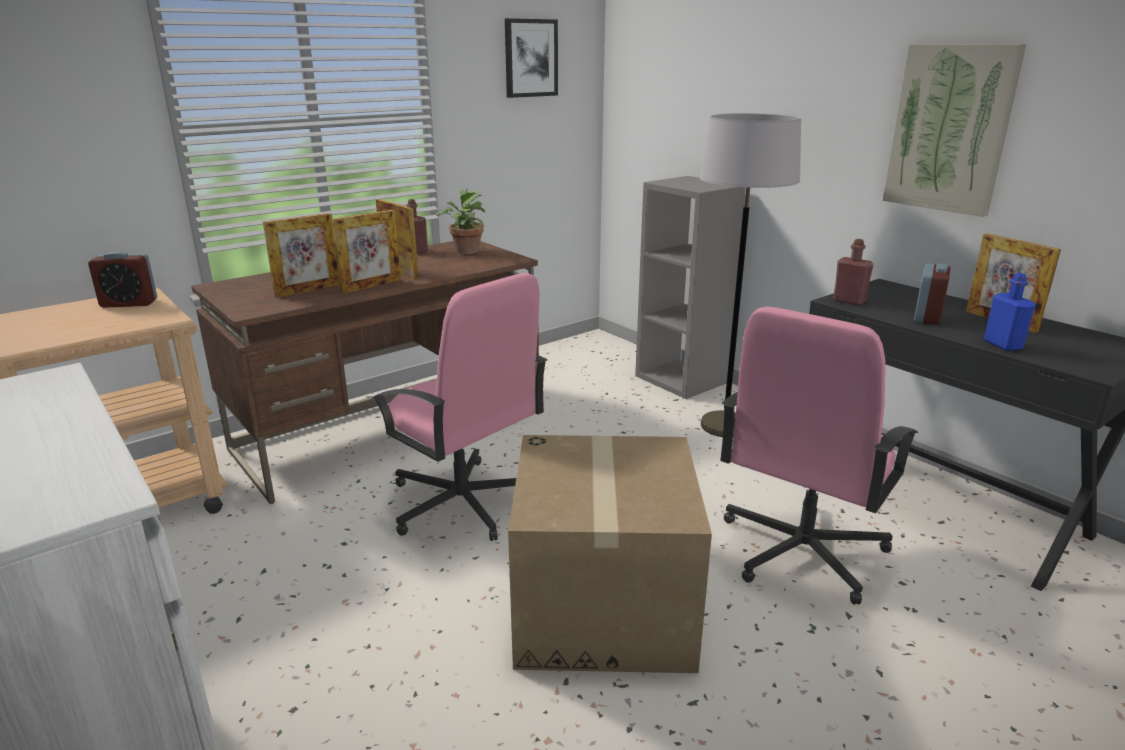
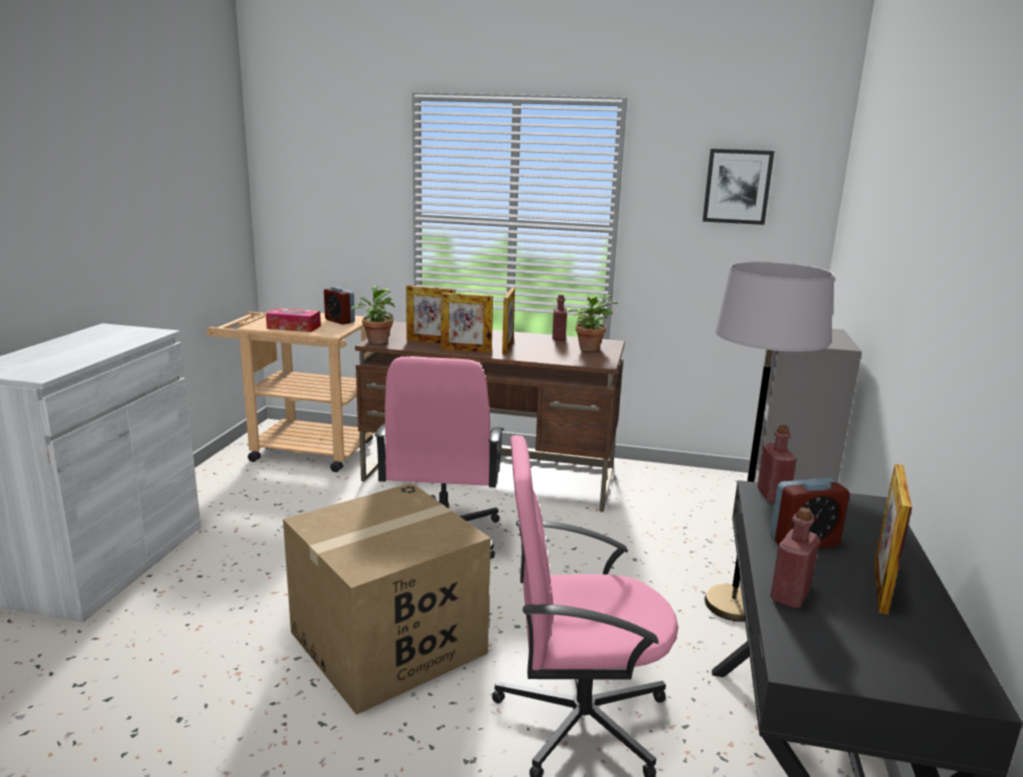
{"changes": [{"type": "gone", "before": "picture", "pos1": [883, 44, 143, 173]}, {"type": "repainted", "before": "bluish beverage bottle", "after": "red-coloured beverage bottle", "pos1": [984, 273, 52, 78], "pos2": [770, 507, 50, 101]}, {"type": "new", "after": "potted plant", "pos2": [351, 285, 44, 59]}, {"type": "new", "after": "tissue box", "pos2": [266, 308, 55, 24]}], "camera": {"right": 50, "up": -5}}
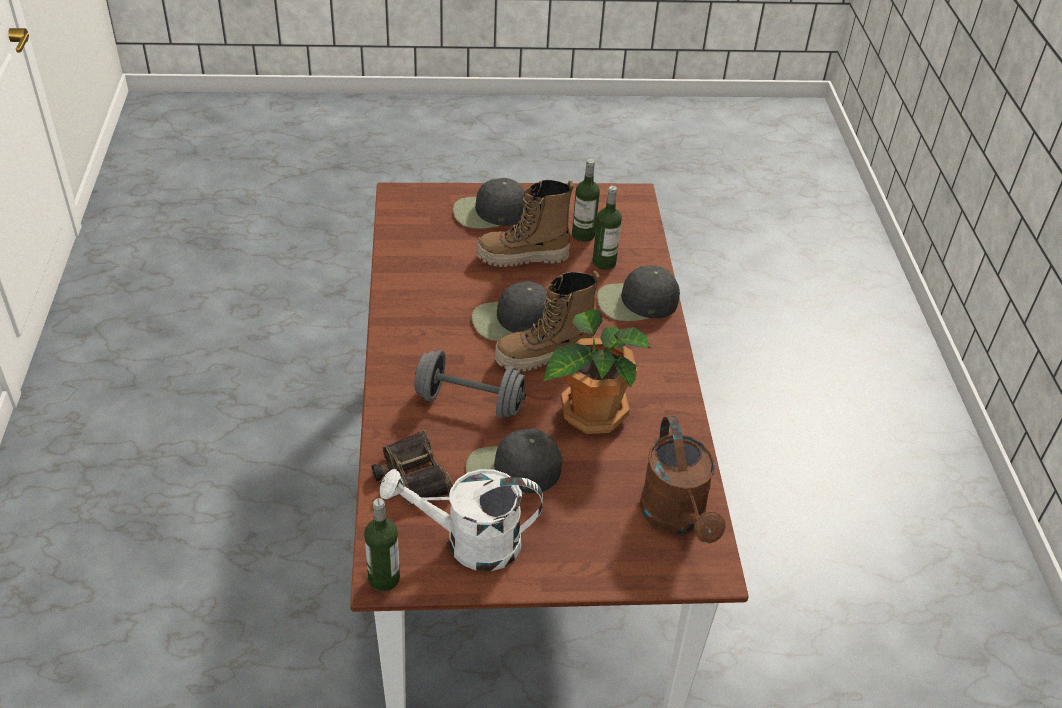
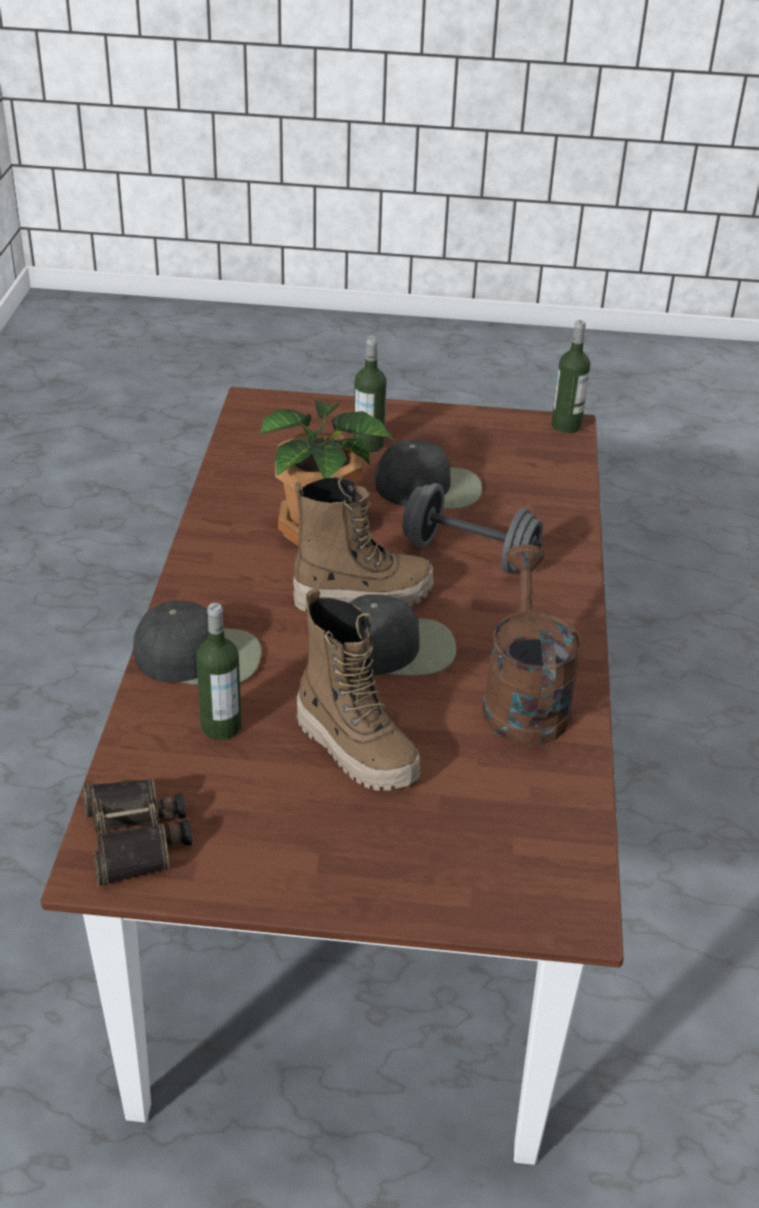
{"changes": [{"type": "shifted", "before": "beverage bottle", "pos1": [572, 159, 28, 83], "pos2": [353, 336, 34, 116]}, {"type": "gone", "before": "black-coloured cap", "pos1": [453, 178, 72, 51]}, {"type": "rotated", "before": "high-top boot", "pos1": [476, 180, 98, 87], "pos2": [296, 588, 124, 203], "turn": 45}, {"type": "shifted", "before": "brownish watering can", "pos1": [640, 416, 86, 127], "pos2": [483, 544, 99, 202]}, {"type": "shifted", "before": "pair of binoculars", "pos1": [371, 430, 82, 75], "pos2": [82, 778, 110, 108]}, {"type": "gone", "before": "white watering can", "pos1": [380, 469, 163, 102]}], "camera": {"right": -170, "up": -5}}
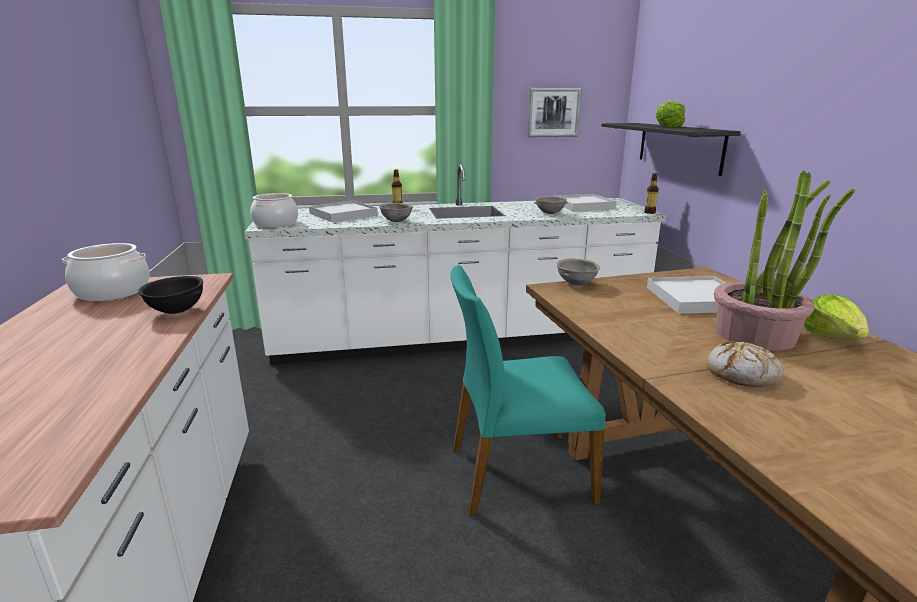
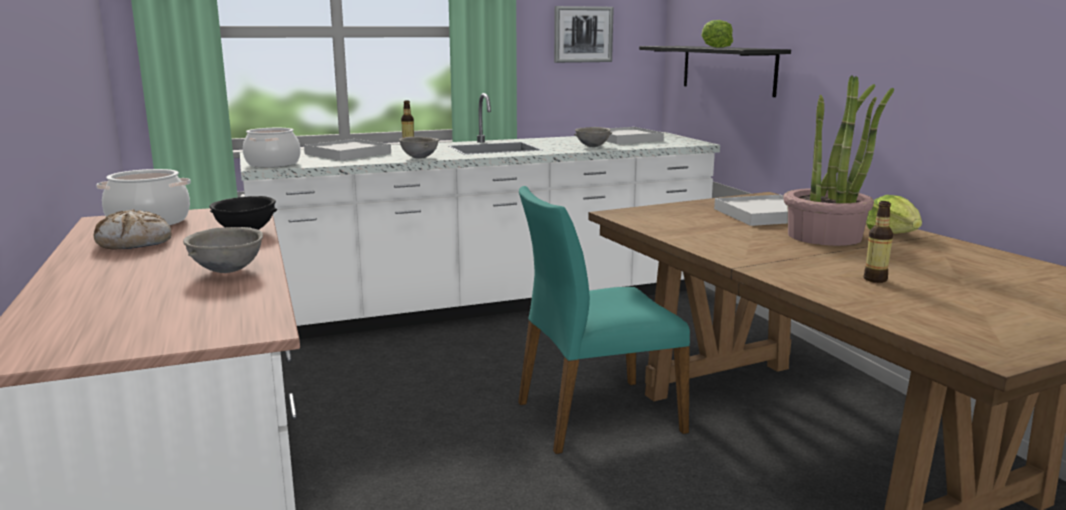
{"changes": [{"type": "shifted", "before": "beverage bottle", "pos1": [644, 173, 15, 41], "pos2": [864, 201, 29, 82]}, {"type": "shifted", "before": "greyish bowl", "pos1": [557, 258, 43, 27], "pos2": [183, 227, 80, 46]}, {"type": "shifted", "before": "baked bread", "pos1": [707, 341, 77, 46], "pos2": [94, 209, 78, 41]}], "camera": {"right": -10, "up": -5}}
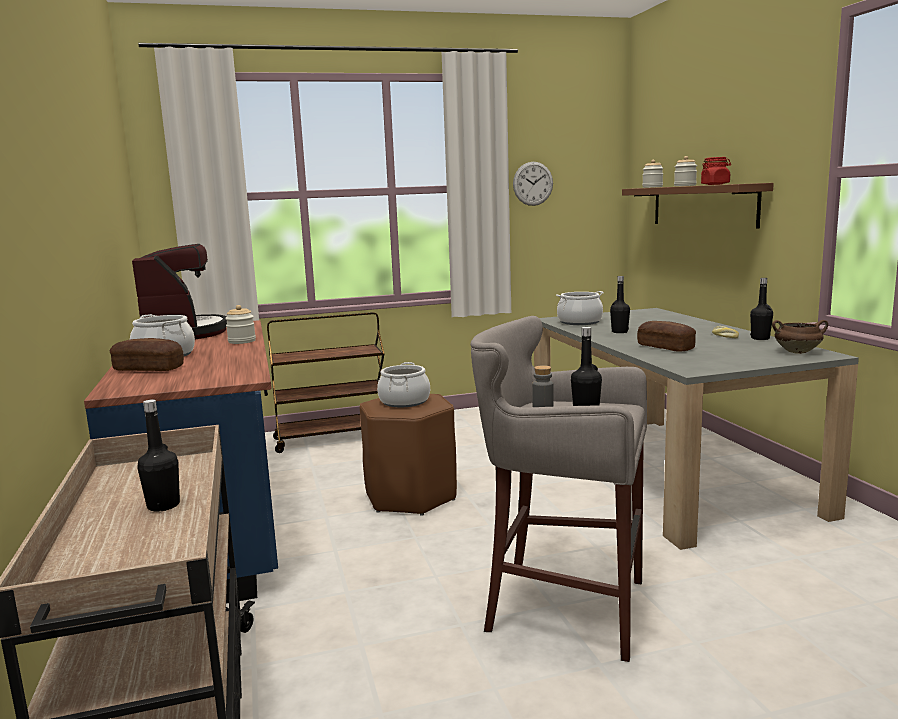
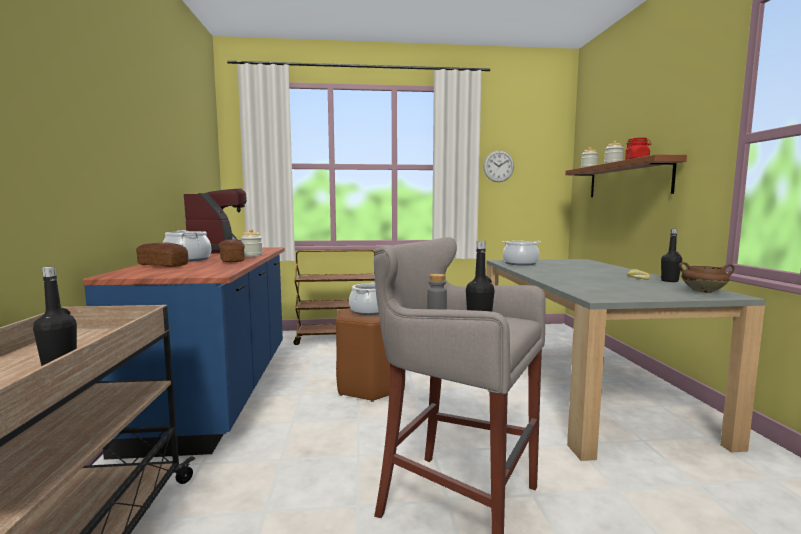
{"changes": [{"type": "gone", "before": "black-coloured beverage bottle", "pos1": [610, 276, 20, 57]}, {"type": "shifted", "before": "baked bread", "pos1": [637, 321, 59, 31], "pos2": [218, 239, 27, 23]}], "camera": {"right": 10, "up": -5}}
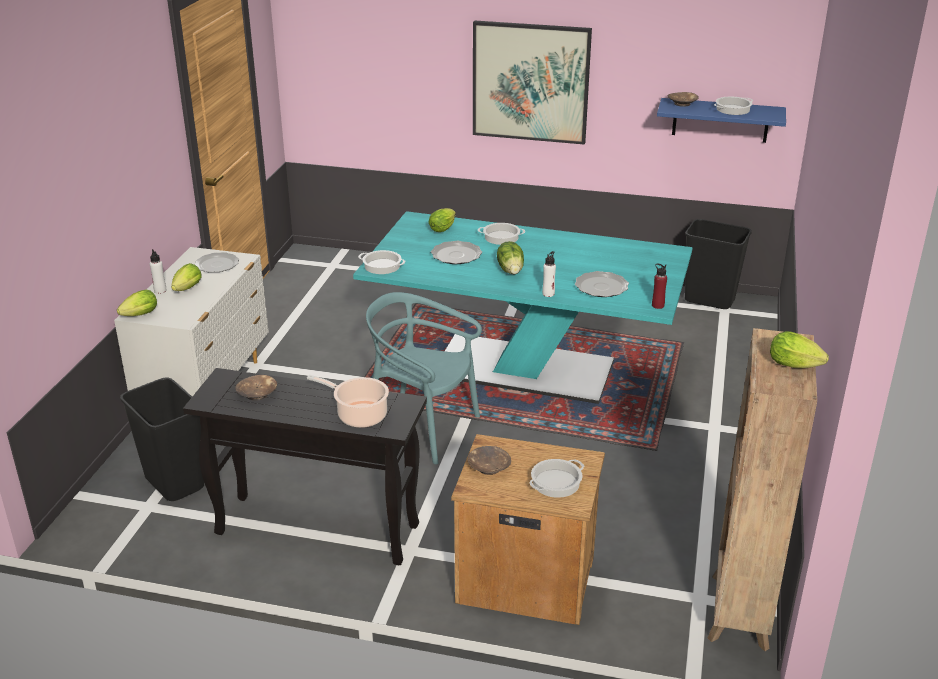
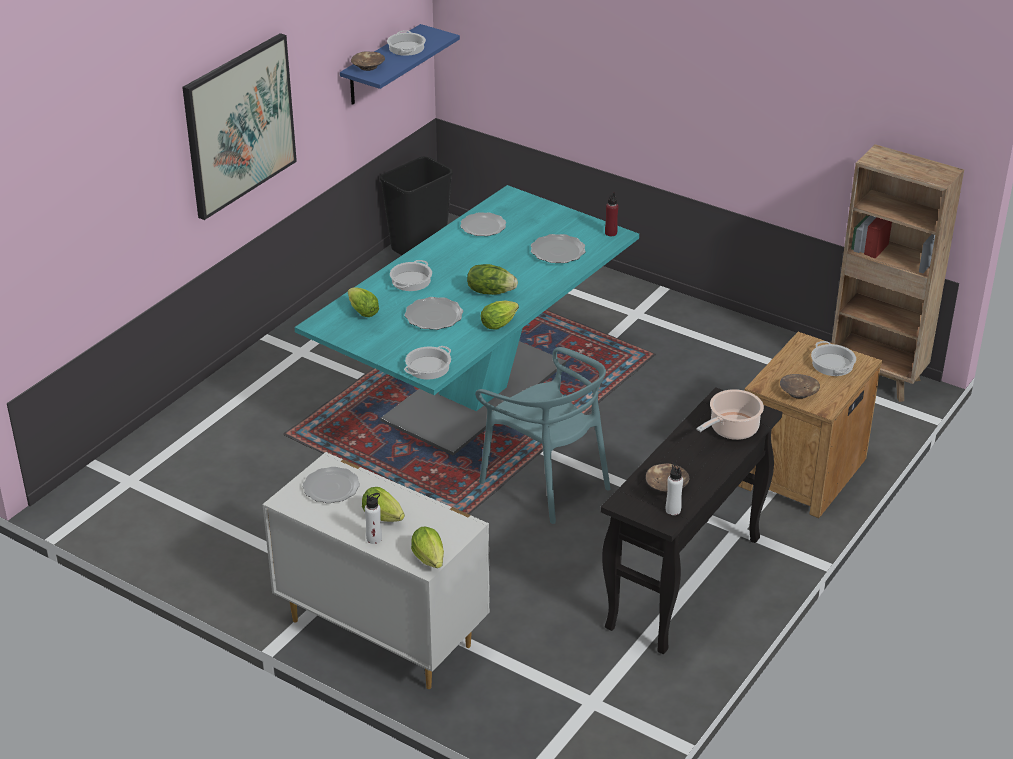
{"changes": [{"type": "shifted", "before": "white beverage bottle", "pos1": [542, 251, 14, 46], "pos2": [666, 462, 17, 53]}, {"type": "rotated", "before": "blue-green plain chair", "pos1": [366, 292, 116, 172], "pos2": [475, 347, 136, 177], "turn": -90}, {"type": "shifted", "before": "lettuce head", "pos1": [770, 331, 59, 37], "pos2": [481, 300, 38, 30]}, {"type": "gone", "before": "black-coloured trash can", "pos1": [120, 378, 84, 123]}, {"type": "new", "after": "dinner plate", "pos2": [460, 212, 46, 24]}], "camera": {"right": -70, "up": 5}}
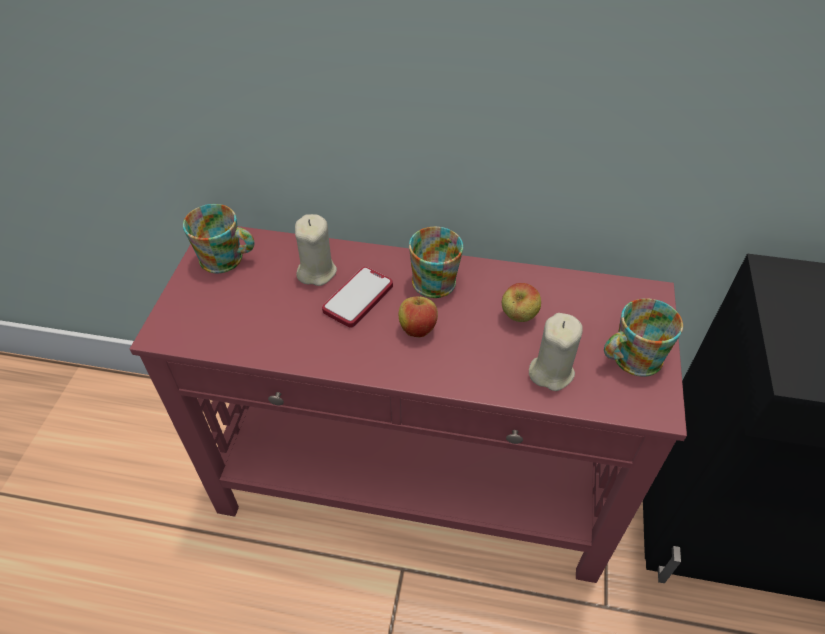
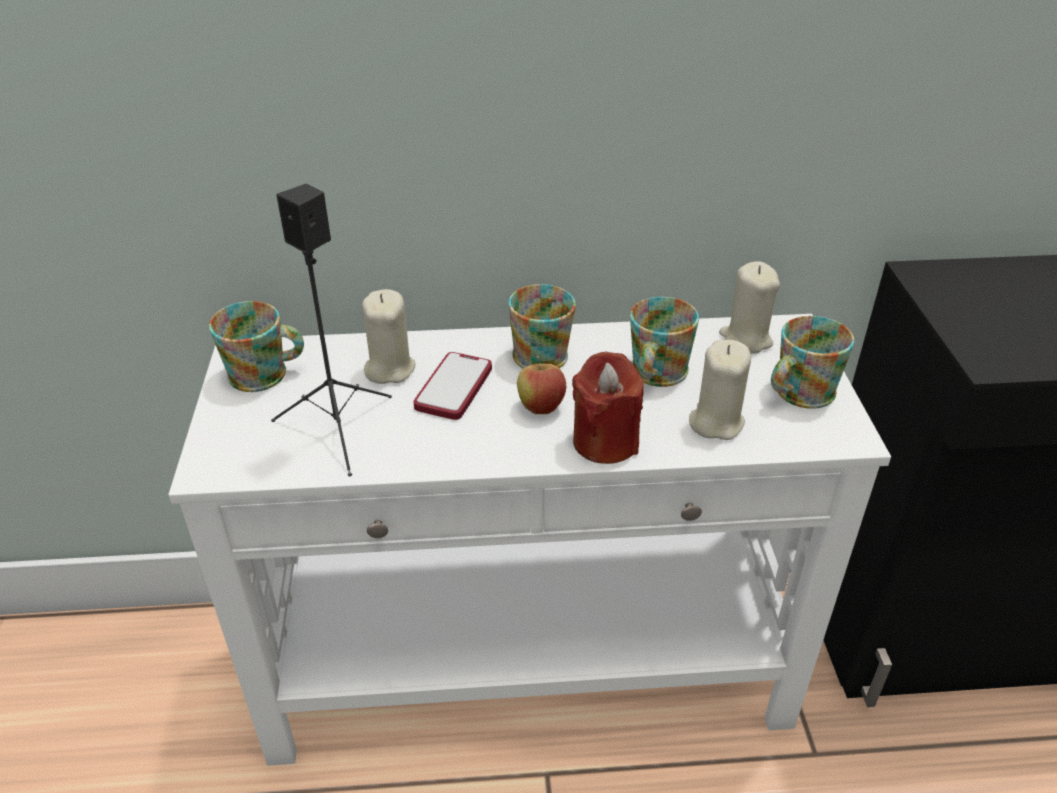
{"changes": [{"type": "repainted", "before": "red-coloured console table", "after": "white console table", "pos1": [130, 226, 557, 357], "pos2": [168, 314, 723, 452]}, {"type": "swapped", "before": "whole apple", "after": "mug", "pos1": [502, 283, 39, 39], "pos2": [630, 297, 69, 90]}, {"type": "new", "after": "black-coloured speaker", "pos2": [271, 184, 121, 293]}, {"type": "new", "after": "beige-coloured wax light", "pos2": [719, 261, 61, 93]}, {"type": "new", "after": "red-coloured wax light", "pos2": [572, 352, 72, 112]}], "camera": {"right": -15, "up": -10}}
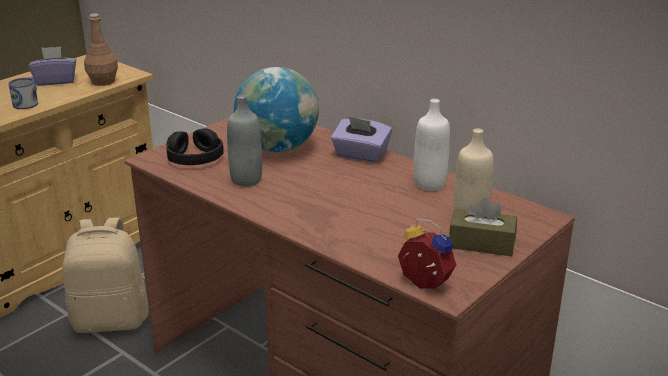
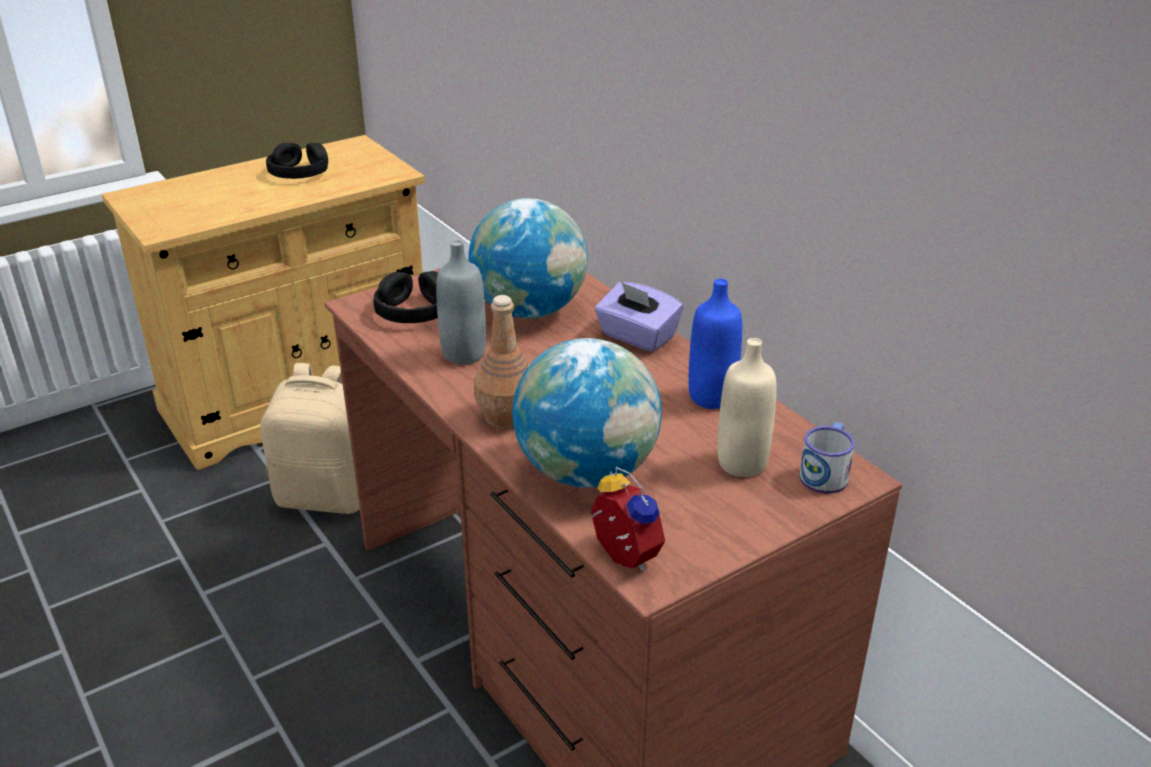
{"changes": [{"type": "shifted", "before": "brownish beverage bottle", "pos1": [84, 13, 34, 73], "pos2": [474, 295, 56, 134]}, {"type": "swapped", "before": "purple tissue box", "after": "black-coloured pair of headphones", "pos1": [28, 46, 48, 40], "pos2": [266, 143, 62, 36]}, {"type": "shifted", "before": "mug", "pos1": [8, 77, 30, 32], "pos2": [799, 422, 56, 71]}, {"type": "repainted", "before": "white beverage bottle", "after": "bluish beverage bottle", "pos1": [414, 99, 36, 92], "pos2": [689, 278, 53, 131]}, {"type": "gone", "before": "brownish tissue box", "pos1": [449, 198, 68, 58]}, {"type": "new", "after": "world globe", "pos2": [512, 338, 150, 150]}], "camera": {"right": 15, "up": 5}}
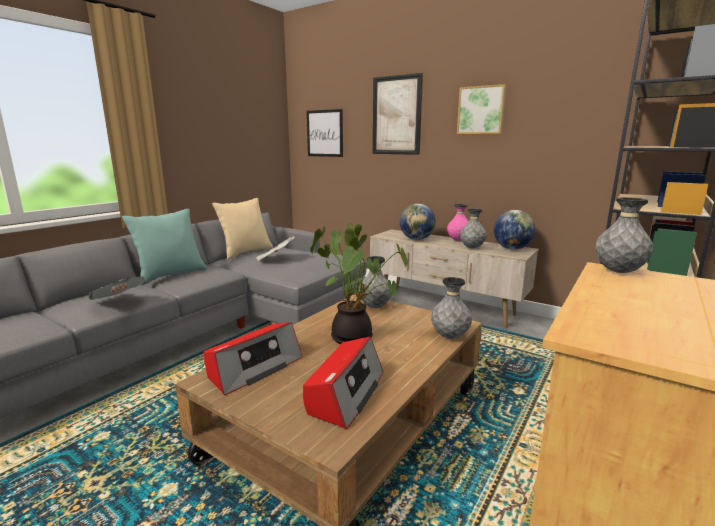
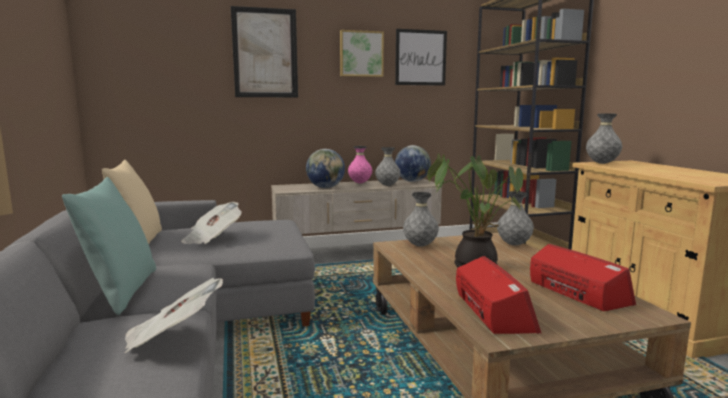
{"changes": [{"type": "shifted", "before": "picture", "pos1": [307, 109, 36, 48], "pos2": [395, 29, 52, 57]}], "camera": {"right": -50, "up": -5}}
